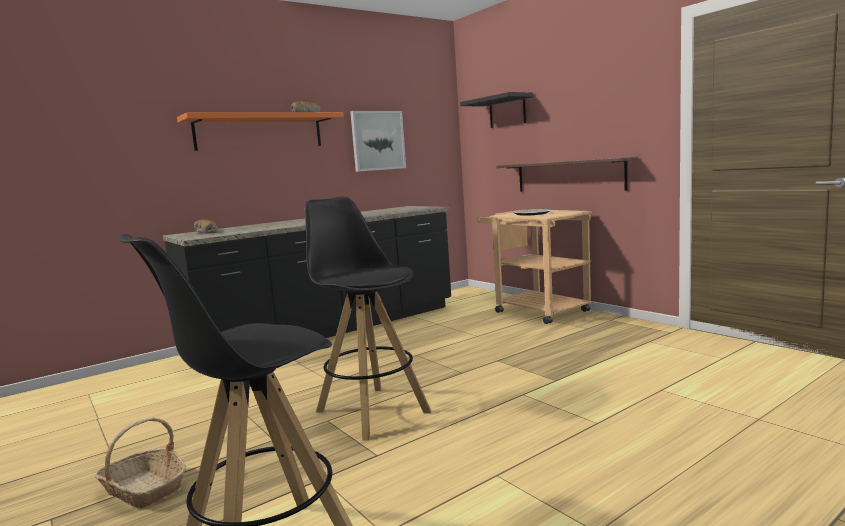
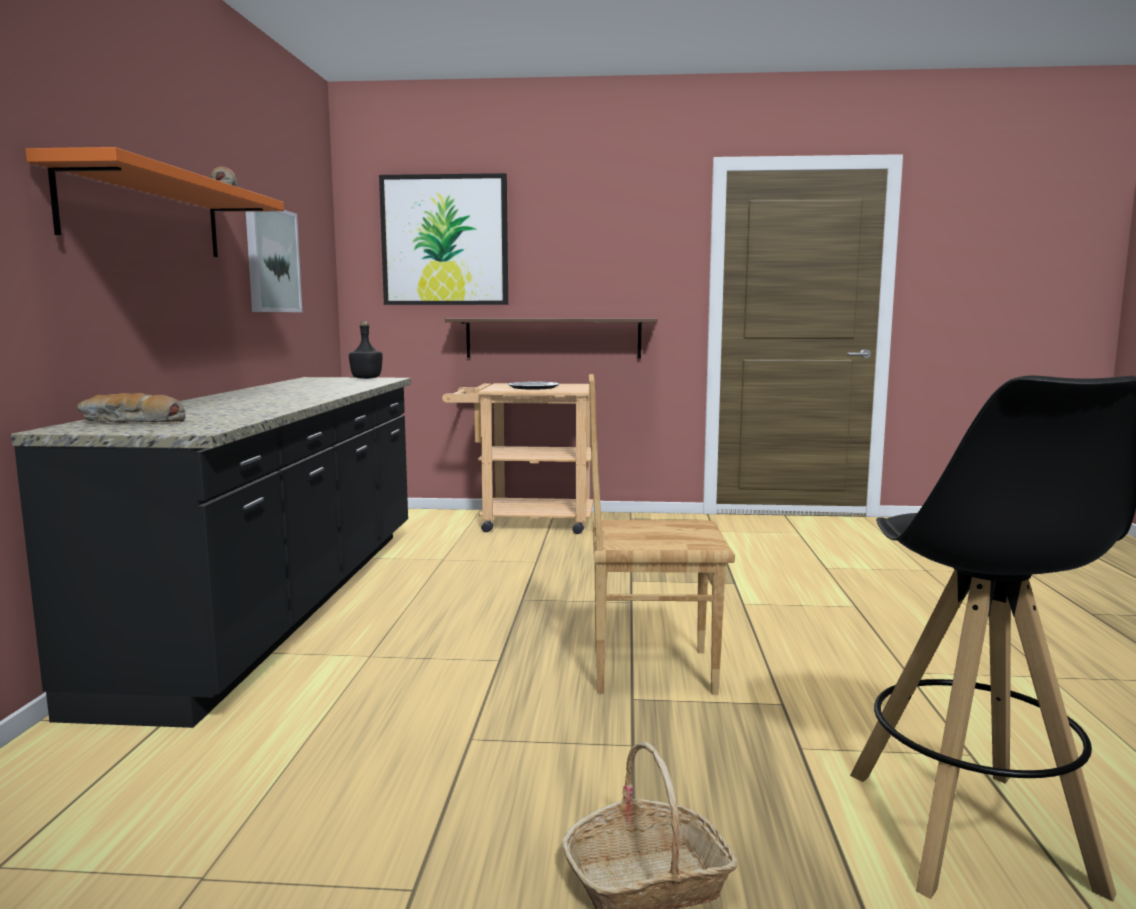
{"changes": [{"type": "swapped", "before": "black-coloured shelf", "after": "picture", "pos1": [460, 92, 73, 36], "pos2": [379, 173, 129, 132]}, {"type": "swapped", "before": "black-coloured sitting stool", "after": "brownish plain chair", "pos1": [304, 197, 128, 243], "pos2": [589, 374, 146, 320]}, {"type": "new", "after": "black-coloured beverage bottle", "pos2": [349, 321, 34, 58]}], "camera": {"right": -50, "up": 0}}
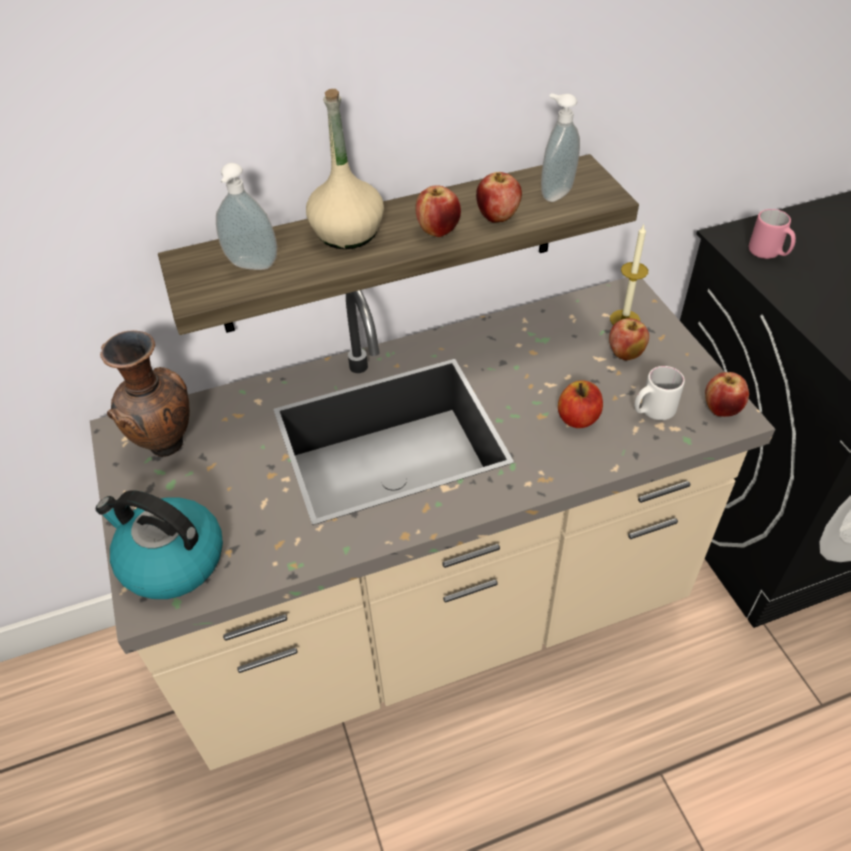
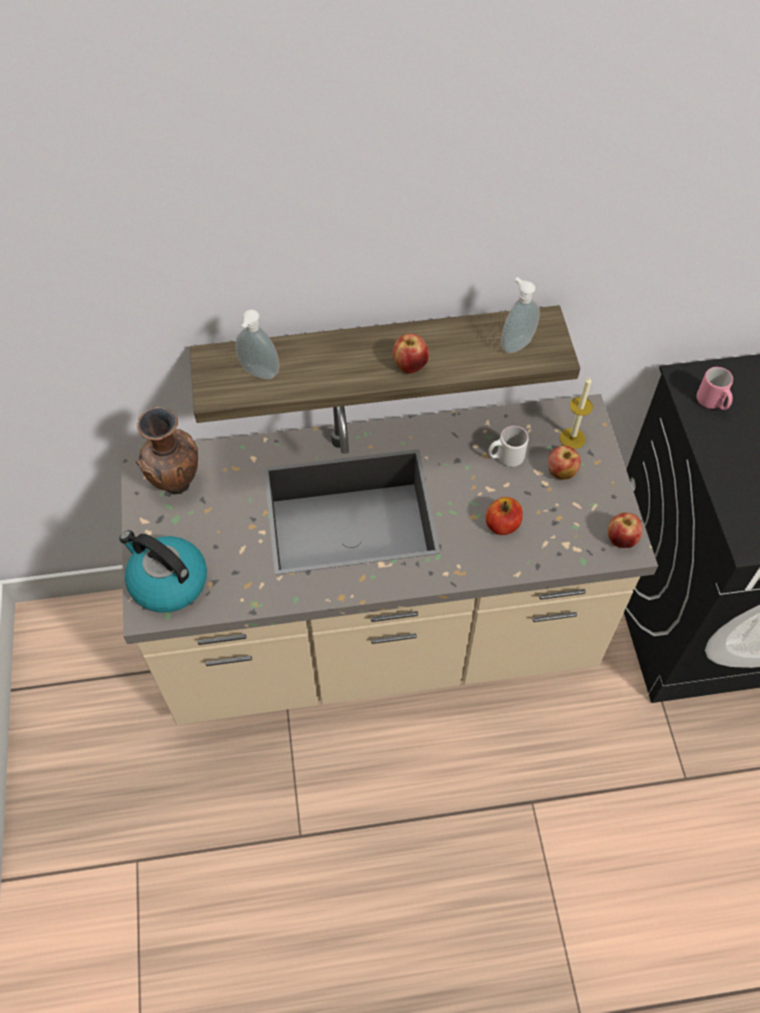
{"changes": [{"type": "gone", "before": "beige-coloured beverage bottle", "pos1": [306, 89, 78, 160]}, {"type": "gone", "before": "whole apple", "pos1": [476, 172, 46, 51]}, {"type": "shifted", "before": "white mug", "pos1": [634, 366, 51, 54], "pos2": [489, 426, 40, 41]}], "camera": {"right": 10, "up": 10}}
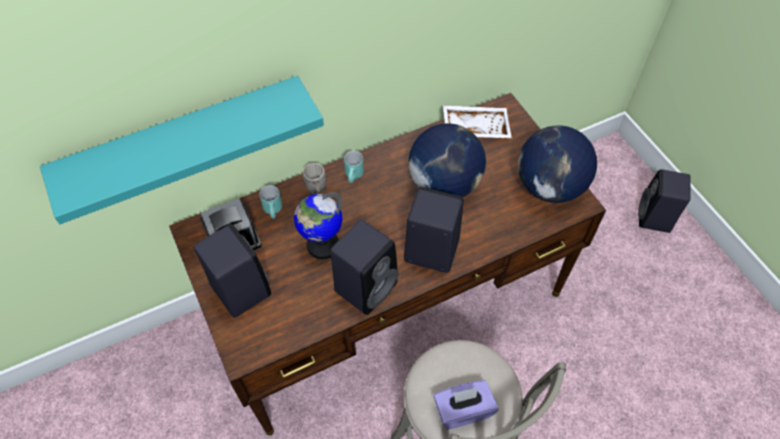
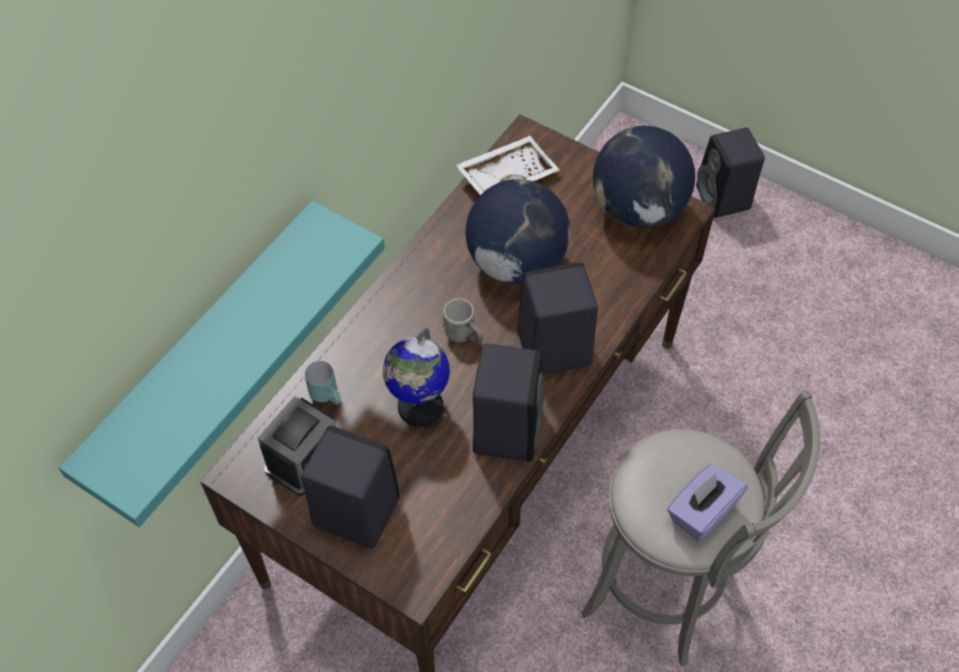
{"changes": [{"type": "gone", "before": "blue-green mug", "pos1": [344, 151, 20, 32]}, {"type": "shifted", "before": "greyish mug", "pos1": [303, 163, 23, 31], "pos2": [442, 299, 41, 46]}], "camera": {"right": -30, "up": 0}}
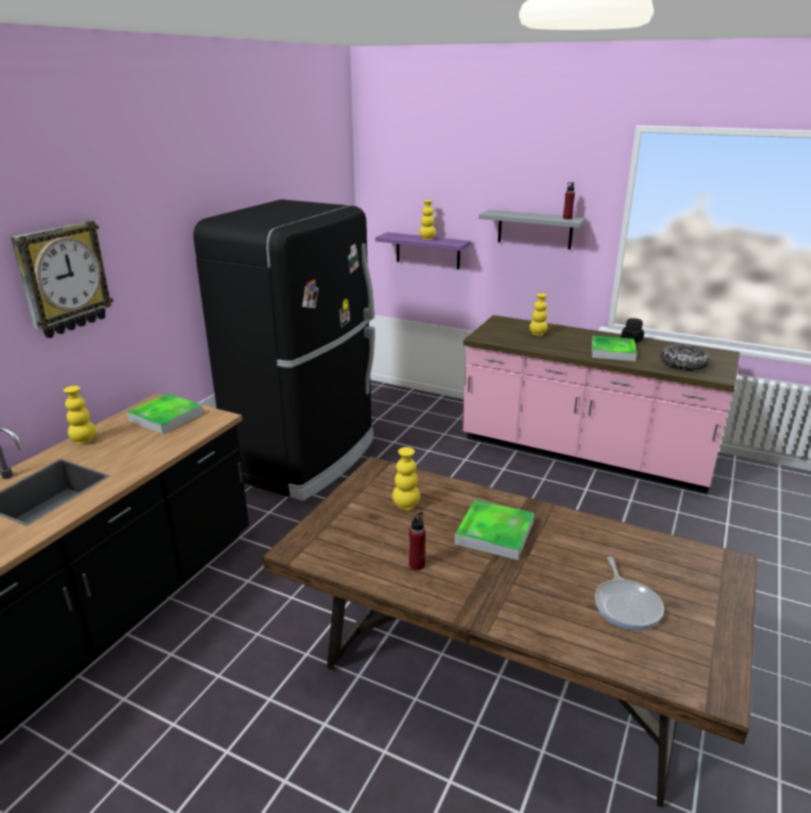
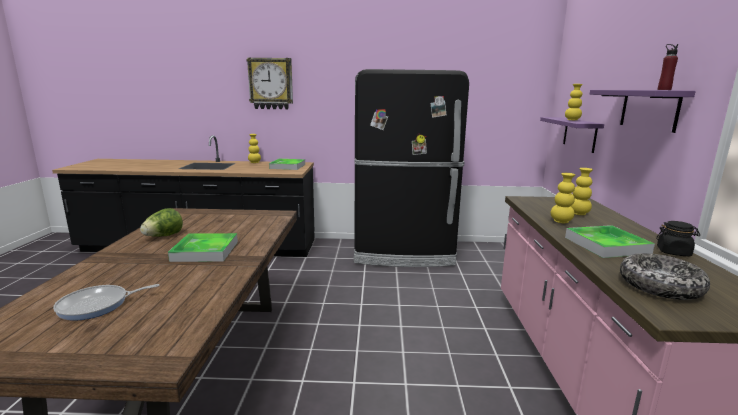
{"changes": [{"type": "repainted", "before": "greyish shelf", "after": "purple shelf", "pos1": [479, 210, 108, 40], "pos2": [590, 90, 106, 43]}, {"type": "shifted", "before": "yellow vase", "pos1": [392, 447, 28, 63], "pos2": [551, 173, 24, 50]}, {"type": "swapped", "before": "red-coloured beverage bottle", "after": "lettuce head", "pos1": [409, 512, 17, 58], "pos2": [140, 208, 43, 29]}], "camera": {"right": 65, "up": -10}}
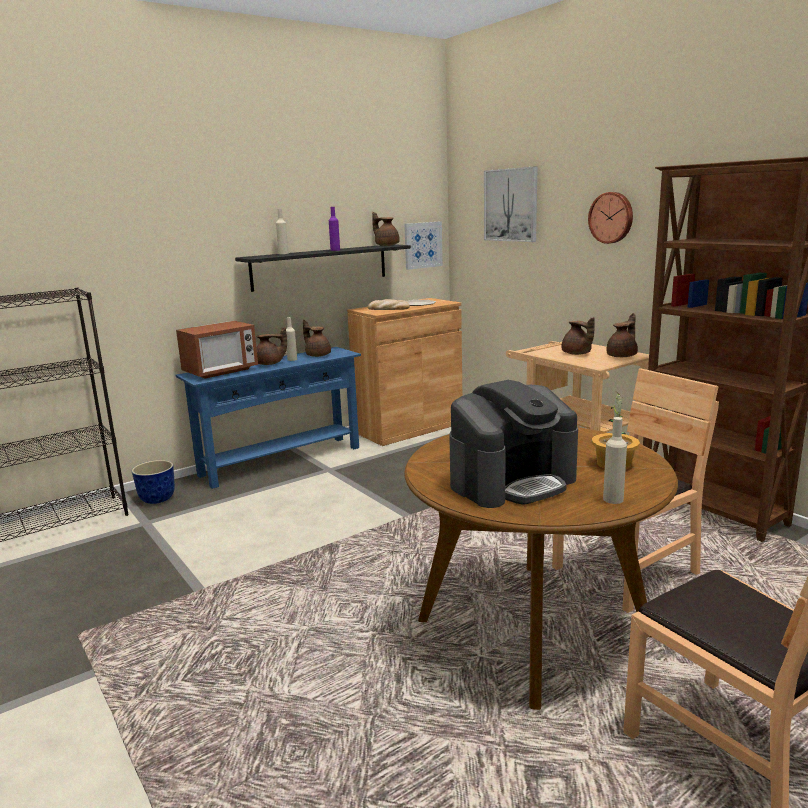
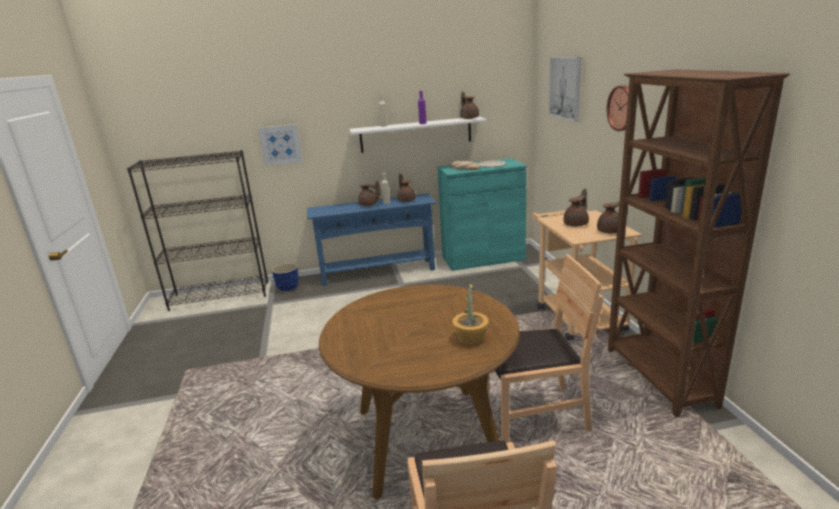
{"changes": [{"type": "shifted", "before": "picture", "pos1": [404, 222, 39, 48], "pos2": [258, 124, 45, 42]}, {"type": "repainted", "before": "black-coloured shelf", "after": "white shelf", "pos1": [235, 244, 176, 48], "pos2": [349, 116, 137, 37]}, {"type": "repainted", "before": "brownish cabinet", "after": "blue-green cabinet", "pos1": [347, 298, 115, 148], "pos2": [437, 158, 90, 113]}, {"type": "rotated", "before": "brownish teapot", "pos1": [562, 317, 33, 38], "pos2": [563, 188, 26, 38], "turn": -135}, {"type": "gone", "before": "microwave", "pos1": [176, 321, 82, 58]}, {"type": "gone", "before": "coffee maker", "pos1": [449, 380, 129, 128]}, {"type": "gone", "before": "beige-coloured beverage bottle", "pos1": [603, 417, 24, 87]}], "camera": {"right": 25, "up": 5}}
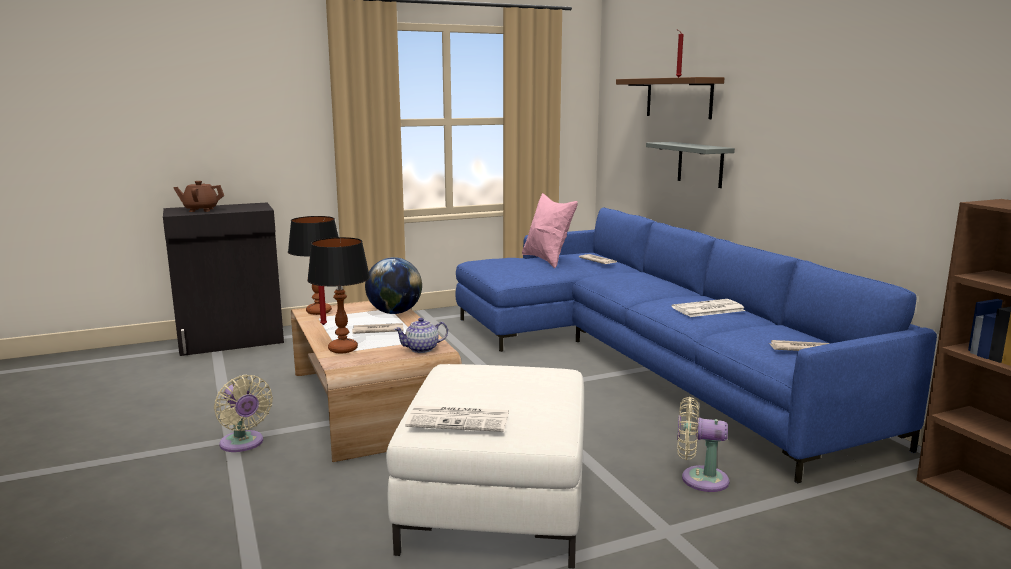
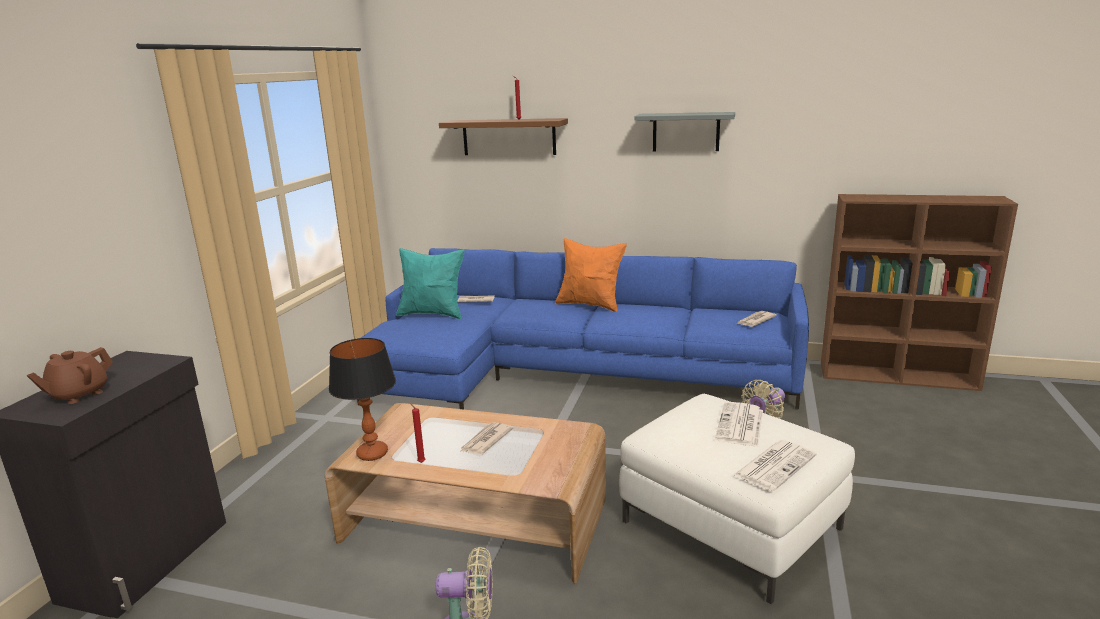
{"changes": [{"type": "shifted", "before": "greyish shelf", "pos1": [646, 142, 89, 46], "pos2": [635, 112, 100, 39]}, {"type": "repainted", "before": "pink-coloured pillow", "after": "blue-green pillow", "pos1": [522, 193, 56, 75], "pos2": [396, 248, 69, 71]}, {"type": "gone", "before": "tabletop lamp", "pos1": [307, 237, 63, 116]}, {"type": "gone", "before": "world globe", "pos1": [365, 257, 57, 57]}, {"type": "shifted", "before": "newspaper", "pos1": [672, 299, 74, 18], "pos2": [715, 402, 48, 45]}, {"type": "gone", "before": "teapot", "pos1": [394, 318, 54, 35]}, {"type": "new", "after": "orangey pillow", "pos2": [555, 238, 72, 74]}], "camera": {"right": -50, "up": 5}}
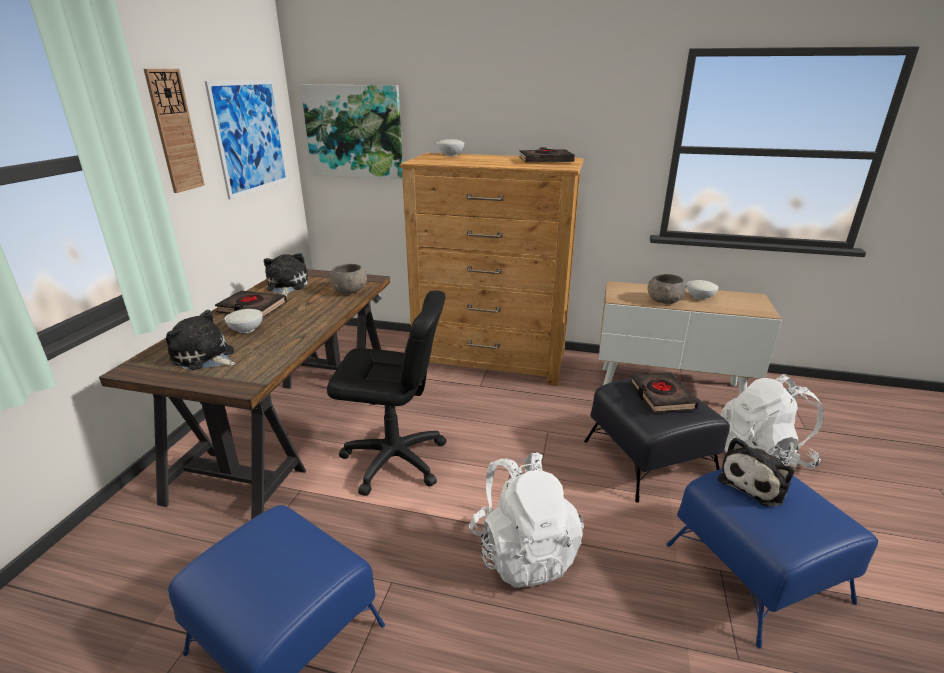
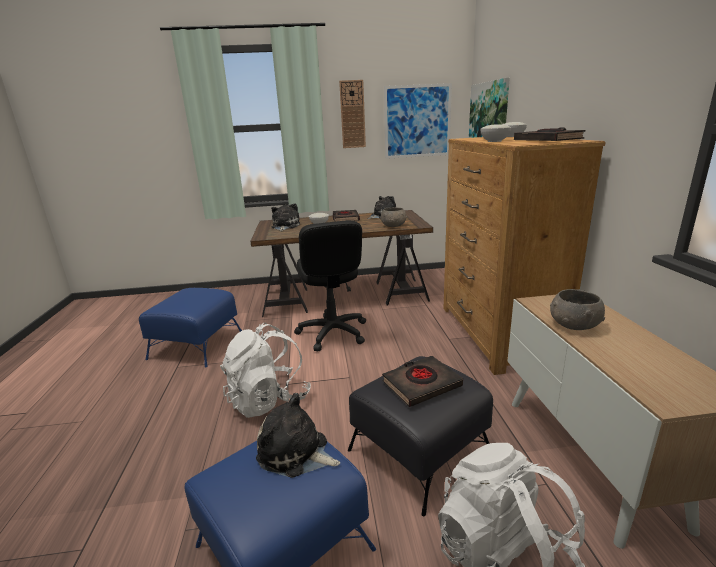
{"changes": [{"type": "shifted", "before": "white bowl", "pos1": [687, 280, 31, 20], "pos2": [480, 124, 31, 18]}], "camera": {"right": 70, "up": -5}}
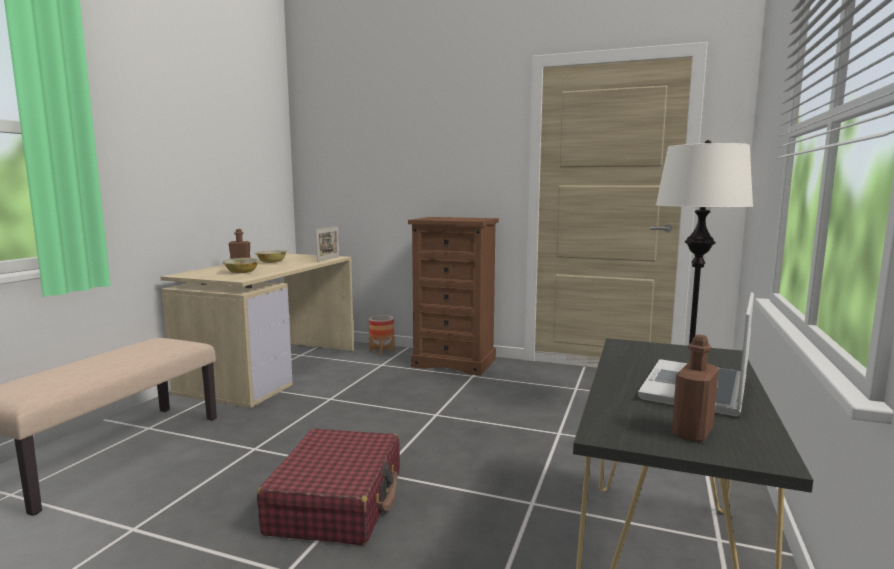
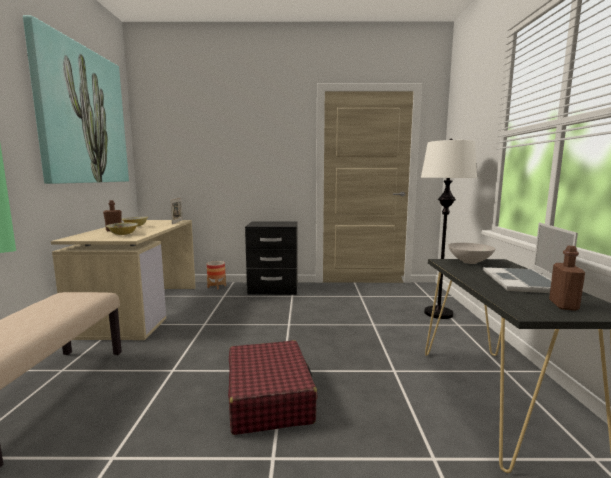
{"changes": [{"type": "swapped", "before": "brownish dresser", "after": "black-coloured nightstand", "pos1": [408, 217, 91, 159], "pos2": [245, 221, 53, 74]}, {"type": "new", "after": "picture", "pos2": [23, 15, 106, 169]}, {"type": "new", "after": "white bowl", "pos2": [448, 243, 47, 21]}], "camera": {"right": -20, "up": 0}}
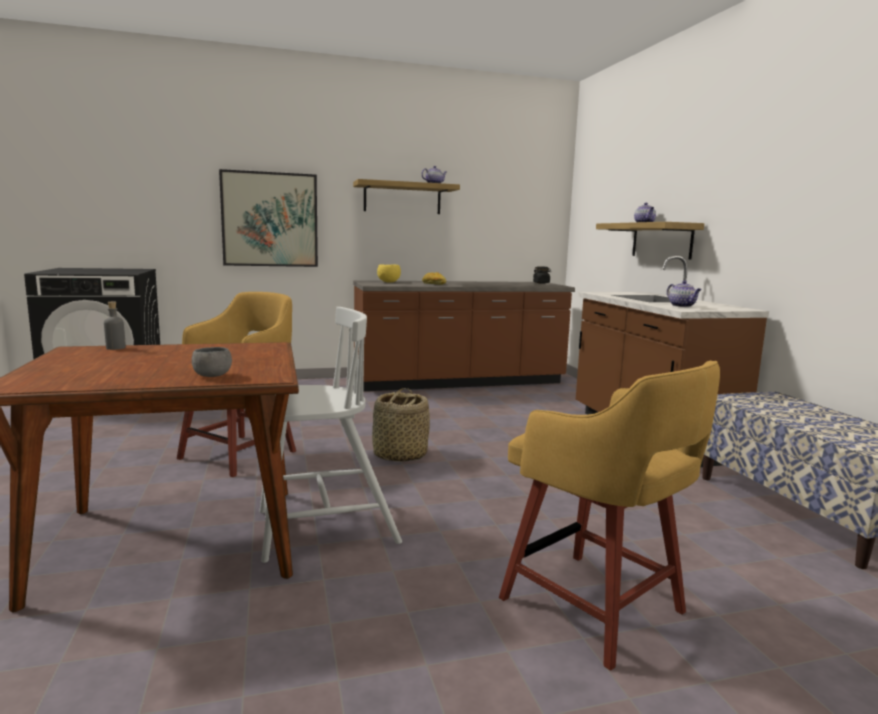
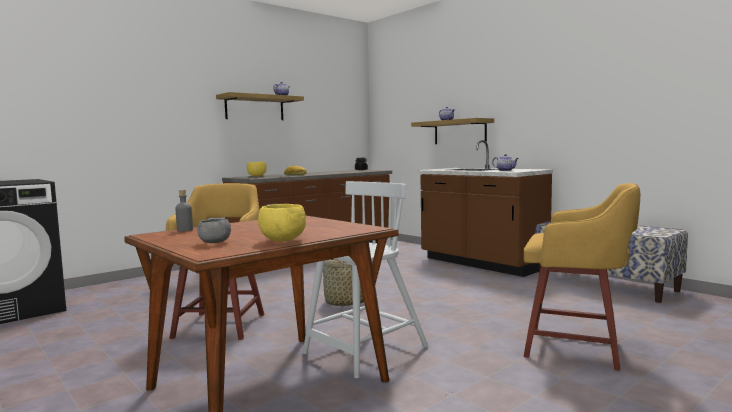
{"changes": [{"type": "gone", "before": "picture", "pos1": [219, 169, 99, 98]}, {"type": "shifted", "before": "greyish bowl", "pos1": [192, 347, 40, 30], "pos2": [197, 218, 34, 25]}, {"type": "new", "after": "yellow bowl", "pos2": [258, 204, 48, 38]}], "camera": {"right": -25, "up": -5}}
